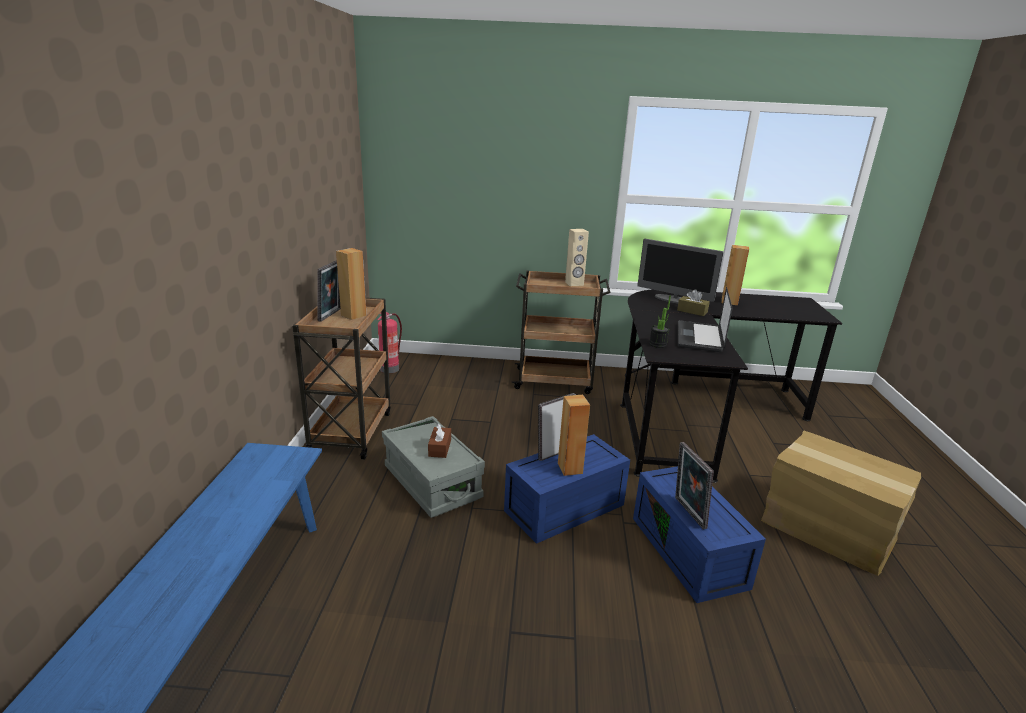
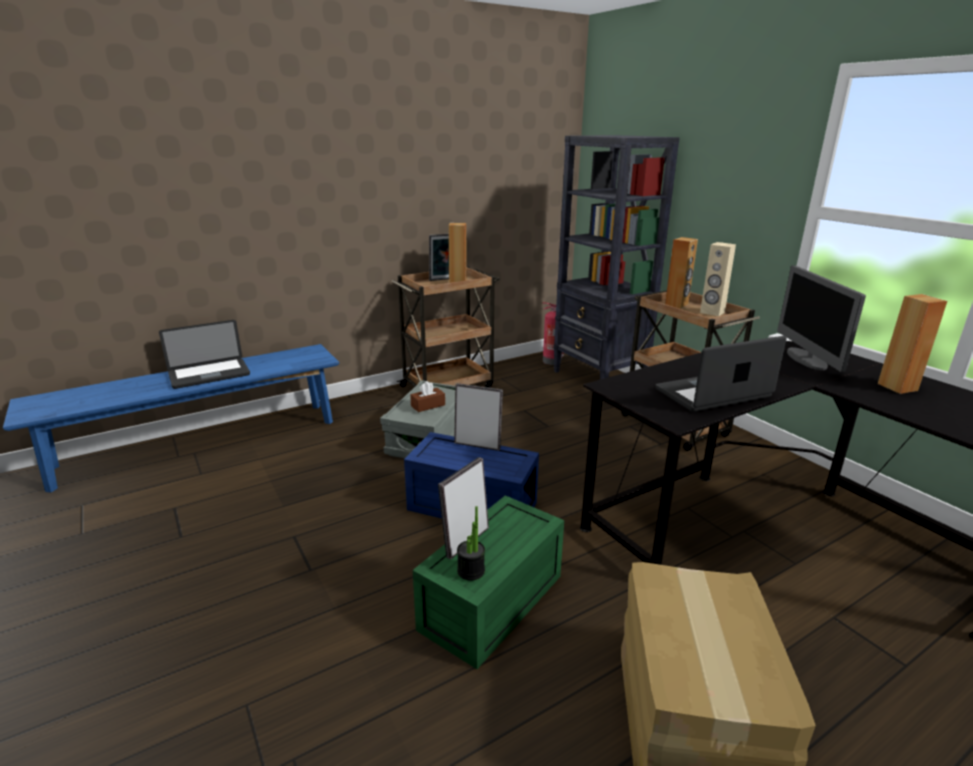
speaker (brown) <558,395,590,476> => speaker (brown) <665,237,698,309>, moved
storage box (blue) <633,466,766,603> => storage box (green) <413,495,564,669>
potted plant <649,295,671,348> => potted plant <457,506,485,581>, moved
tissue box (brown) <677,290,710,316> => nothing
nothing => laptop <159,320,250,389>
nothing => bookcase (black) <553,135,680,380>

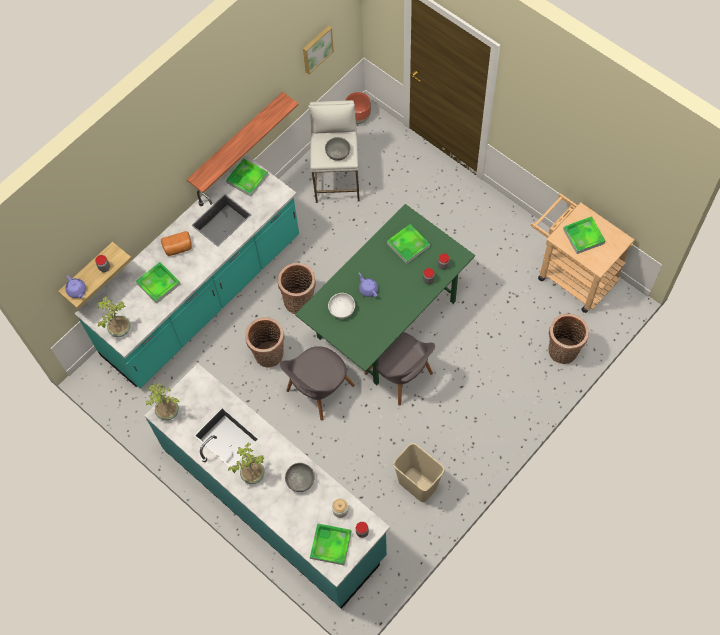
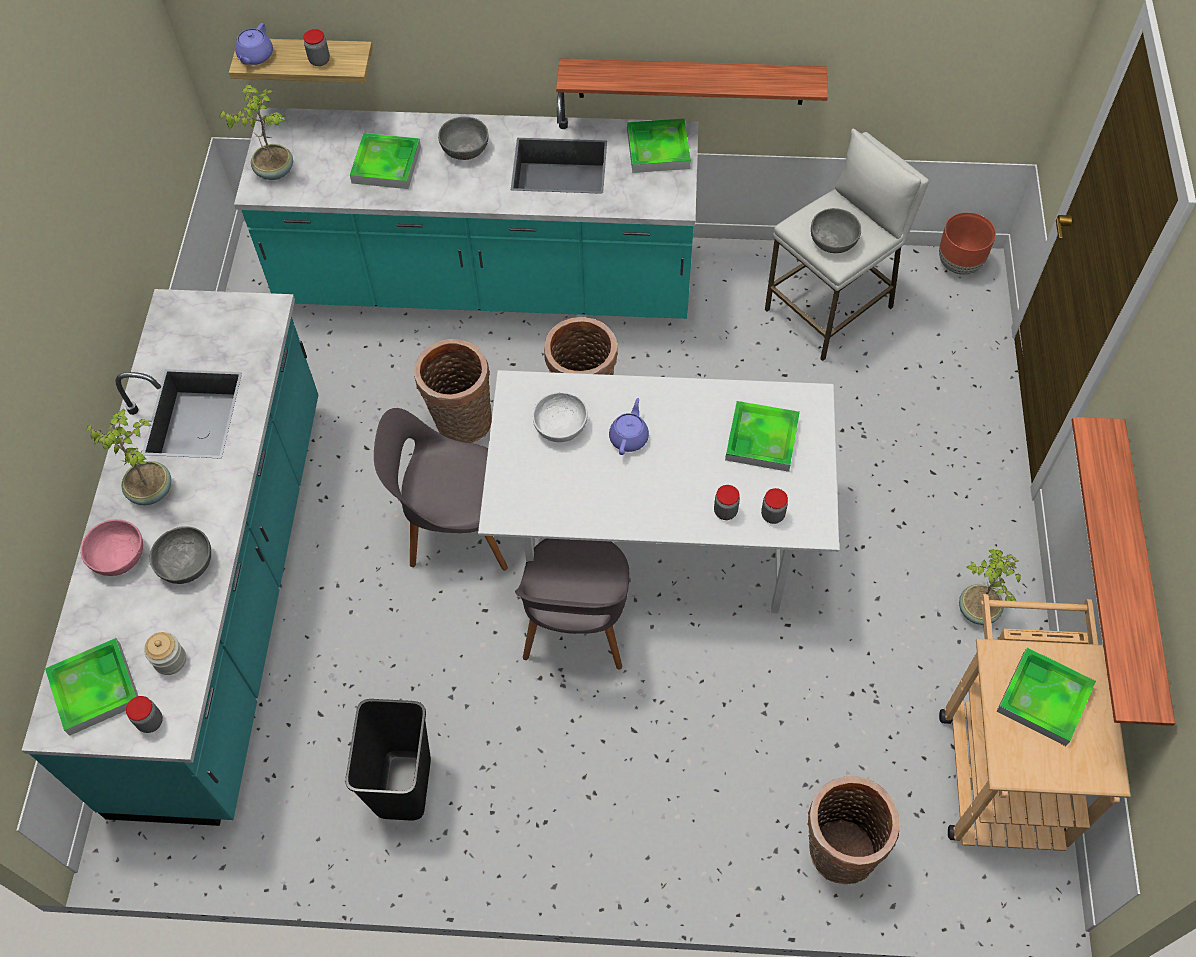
potted plant <145,383,179,421> => potted plant <959,550,1021,625>, moved
bread <161,231,192,256> => bowl (grey) <438,117,489,160>
dining table (green) <295,204,475,385> => dining table (white) <478,370,839,613>
picture <303,26,334,74> => nothing
trash can (beige) <393,443,445,502> => trash can (black) <345,699,431,821>
nothing => bowl (pink) <80,519,143,576>
nothing => shelf <1072,417,1175,726>

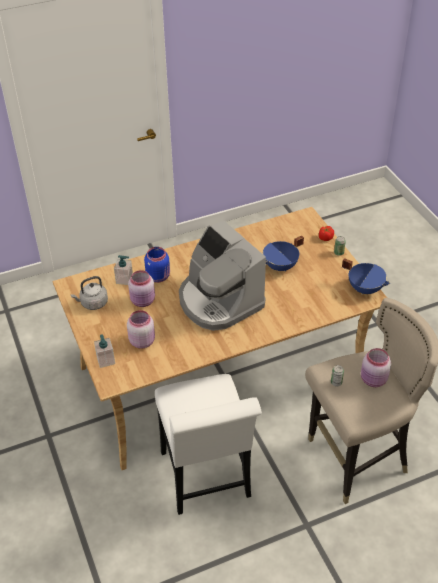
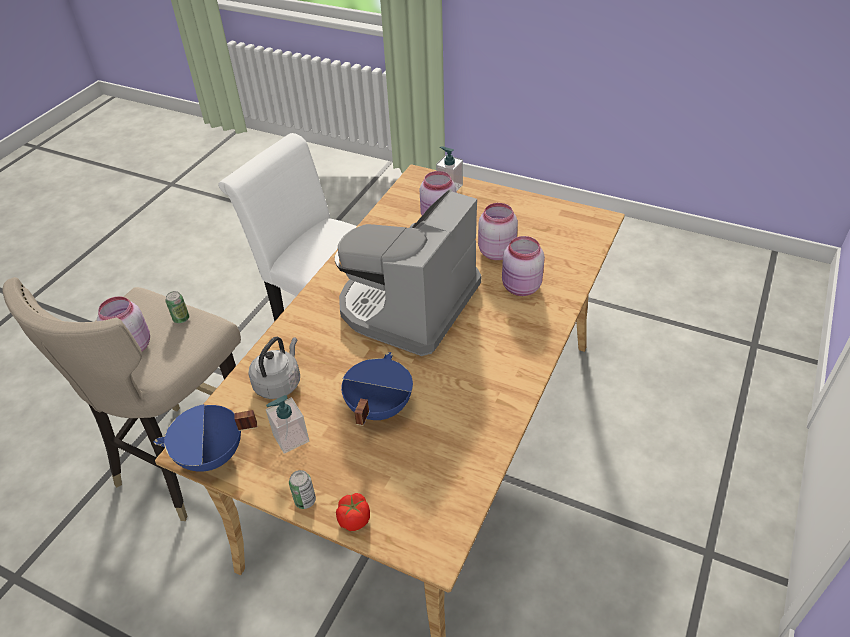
kettle (grey) <71,276,108,310> => kettle (grey) <248,337,300,399>, moved
soap dispenser <114,255,133,285> => soap dispenser <266,395,309,454>, moved
jar (blue) <144,247,170,283> => jar (pink) <502,236,545,296>
coffee machine <179,220,266,331> => coffee machine <335,189,481,356>, 75 degrees counterclockwise

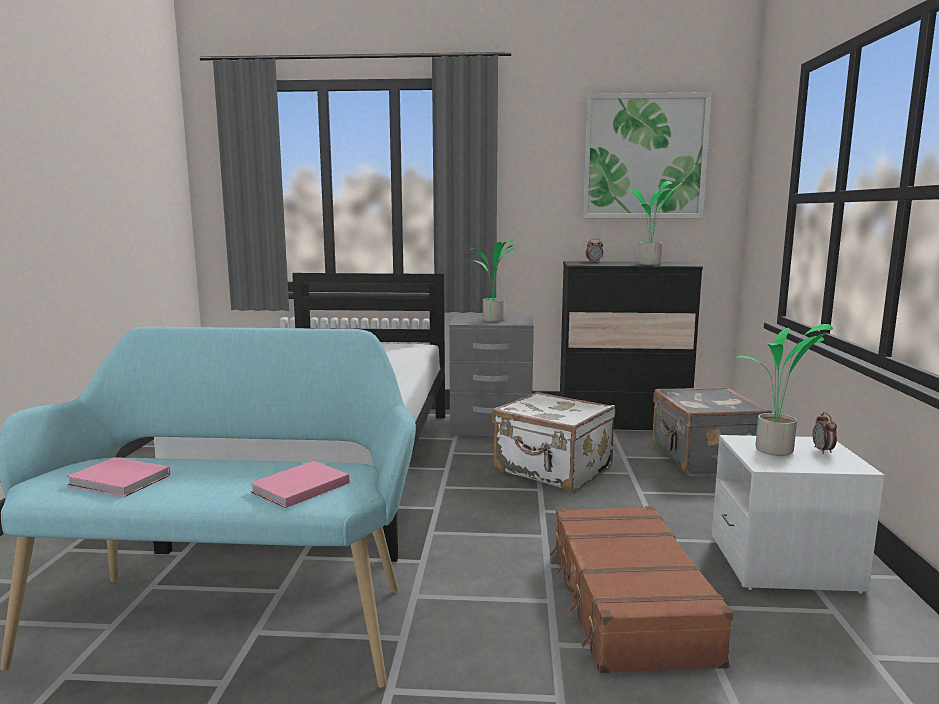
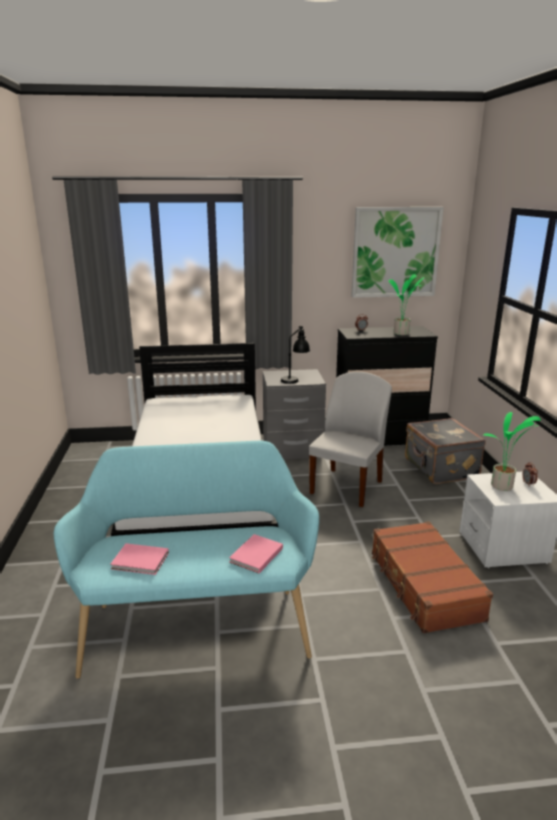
potted plant <470,239,515,322> => table lamp (black) <281,326,310,384>
suitcase (white) <492,391,615,492> => chair (white) <309,372,392,507>

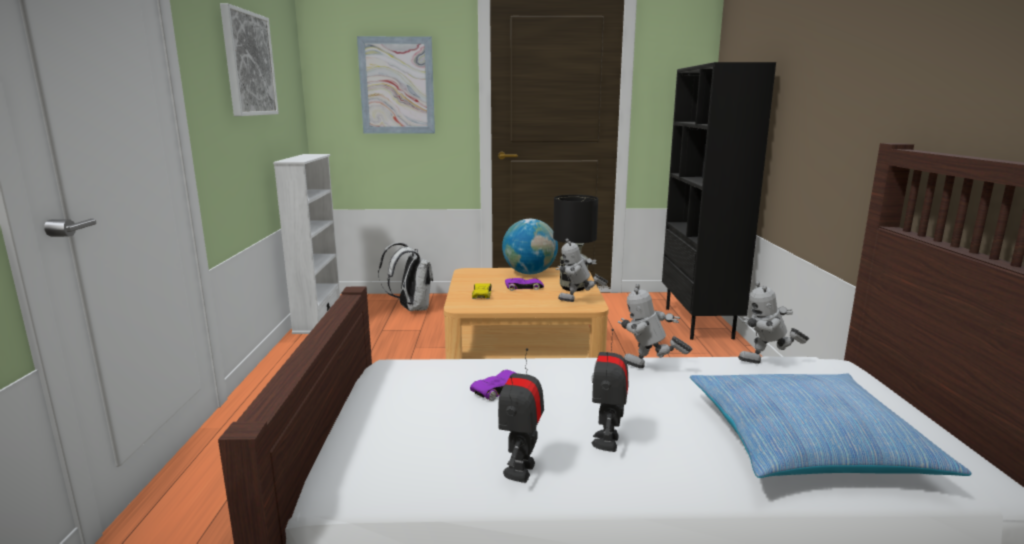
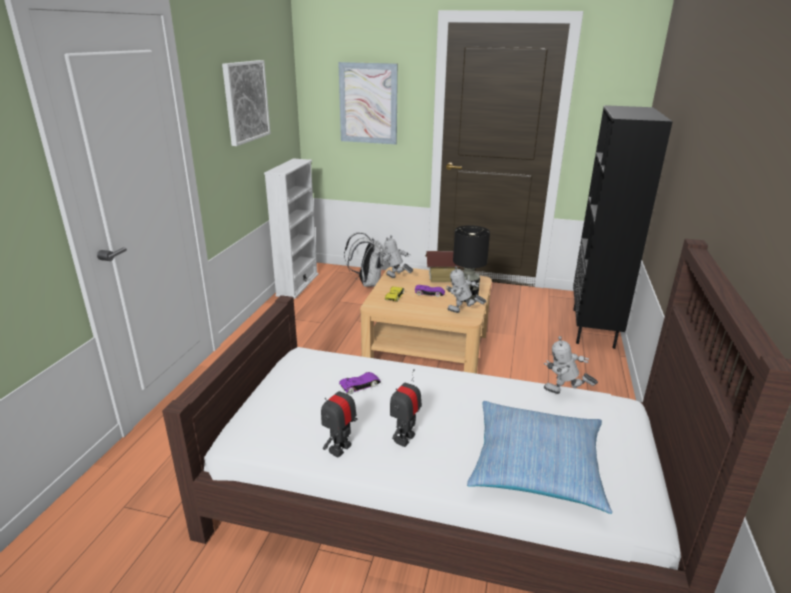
globe <502,219,558,274> => toy house <425,251,460,282>
toy robot <618,284,692,368> => toy robot <381,235,413,278>, moved

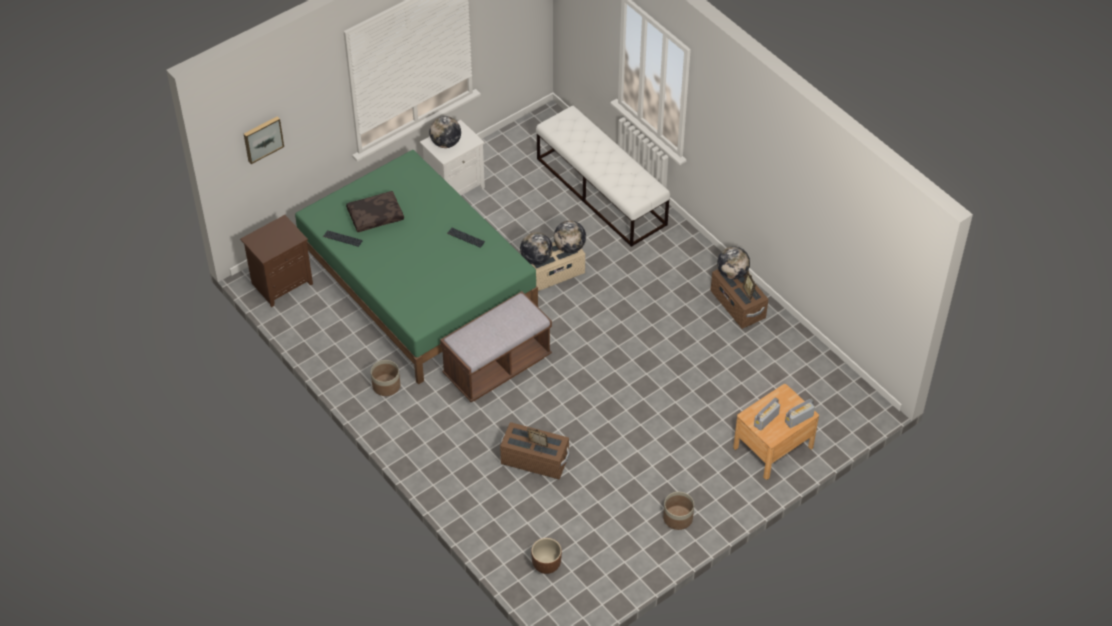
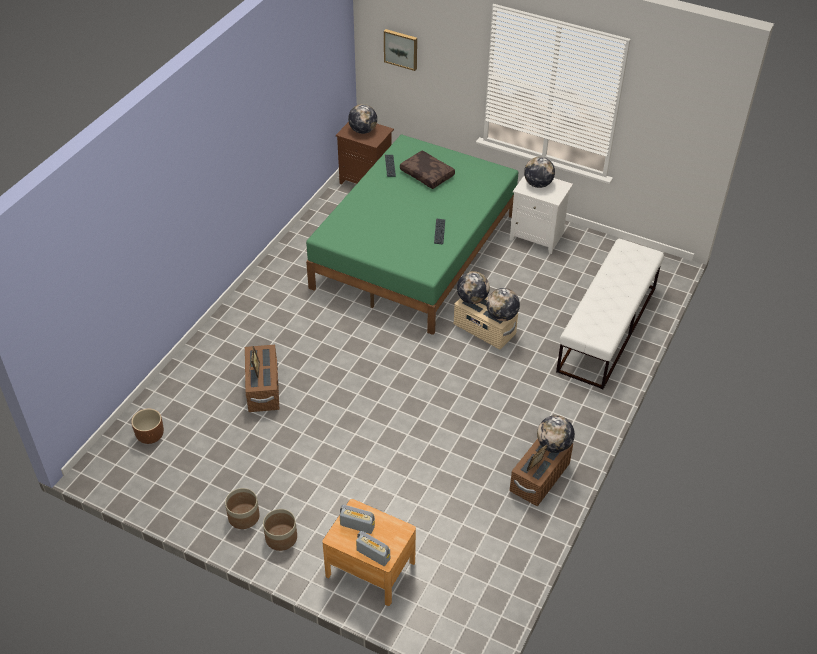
planter <371,360,400,396> => planter <263,509,297,551>, moved
bench (brown) <440,291,552,402> => nothing
nothing => globe <348,104,377,134>

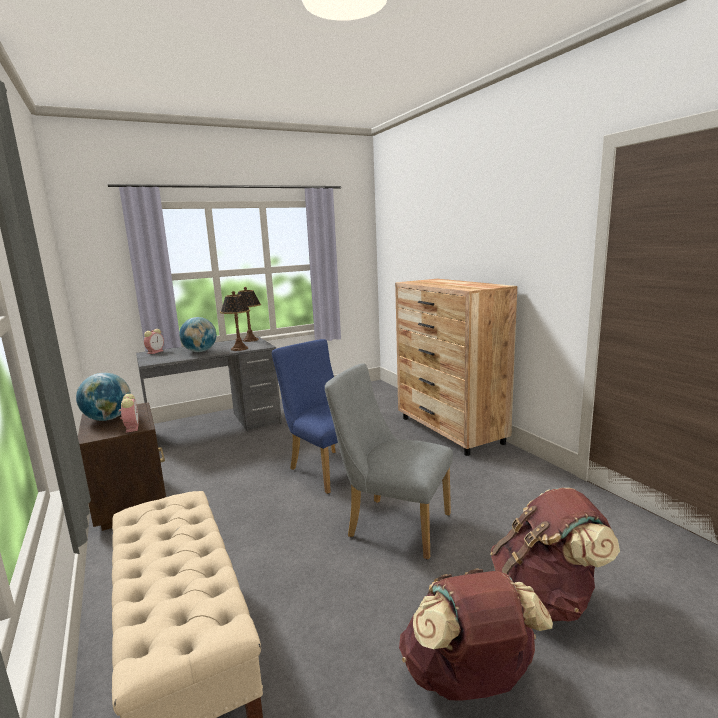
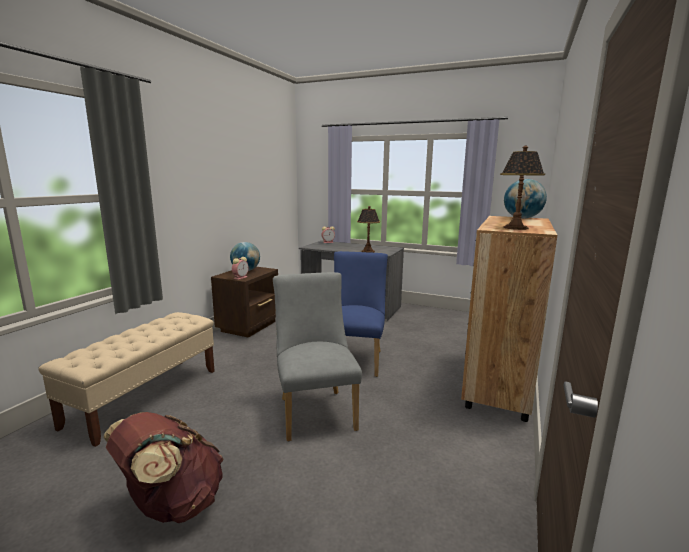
globe <179,317,216,352> => globe <504,179,547,219>, moved
table lamp <237,287,261,342> => table lamp <500,146,545,230>, moved
backpack (brown) <491,488,620,622> => nothing

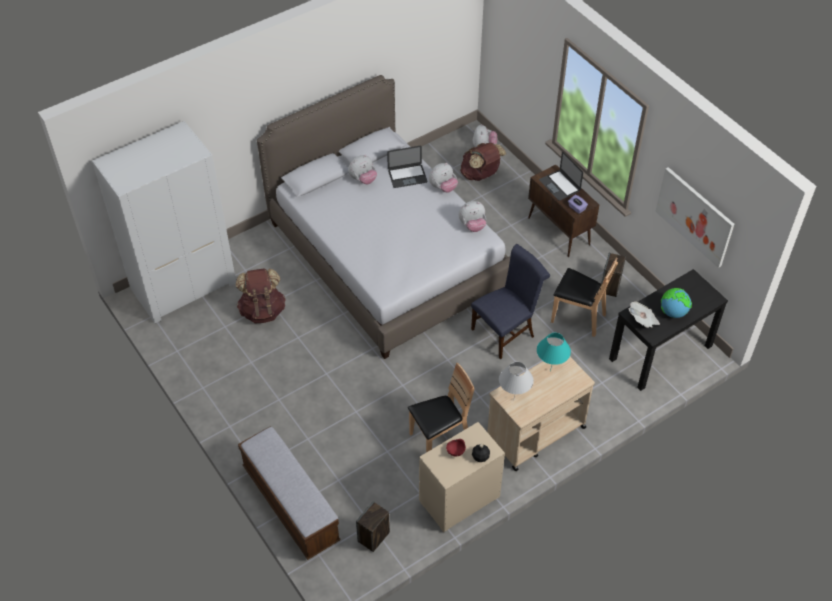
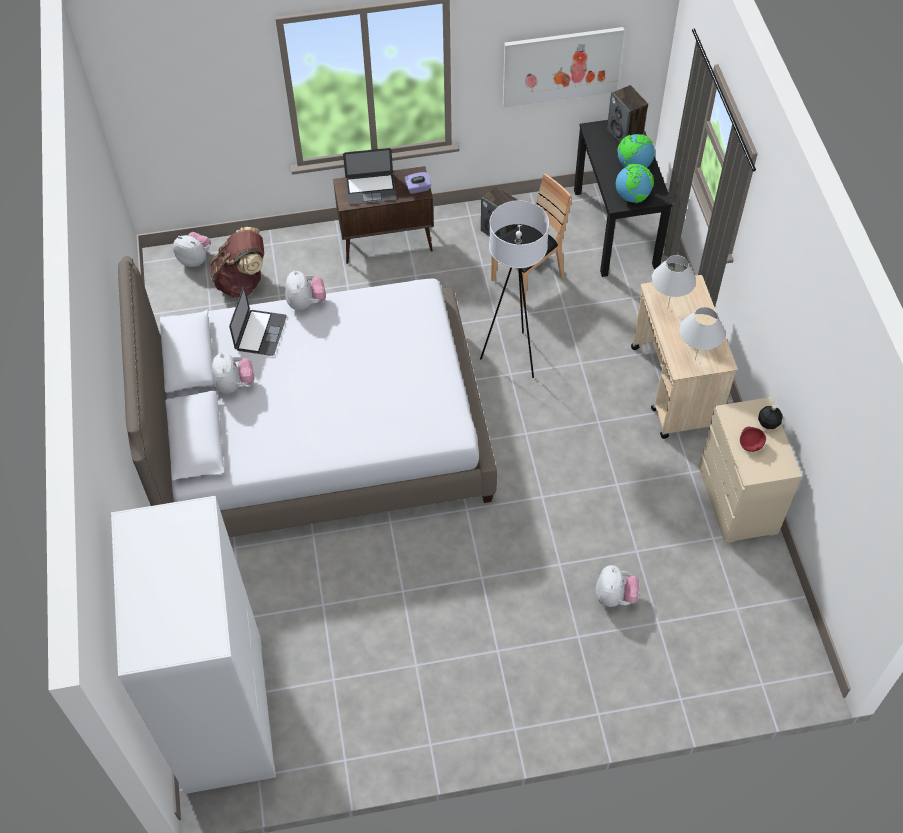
backpack (brown) <236,268,286,323> => nothing
bench <238,426,341,560> => nothing
speaker <356,501,390,552> => speaker <607,85,648,144>, moved
chair (brown) <408,363,474,452> => nothing
plush toy <459,201,486,232> => plush toy <596,565,639,607>, moved
chair (blue) <471,244,550,359> => floor lamp (white) <480,201,549,378>
table lamp (turquoise) <537,333,571,372> => table lamp (white) <651,255,696,307>
newspaper <628,301,660,328> => globe <616,164,654,203>

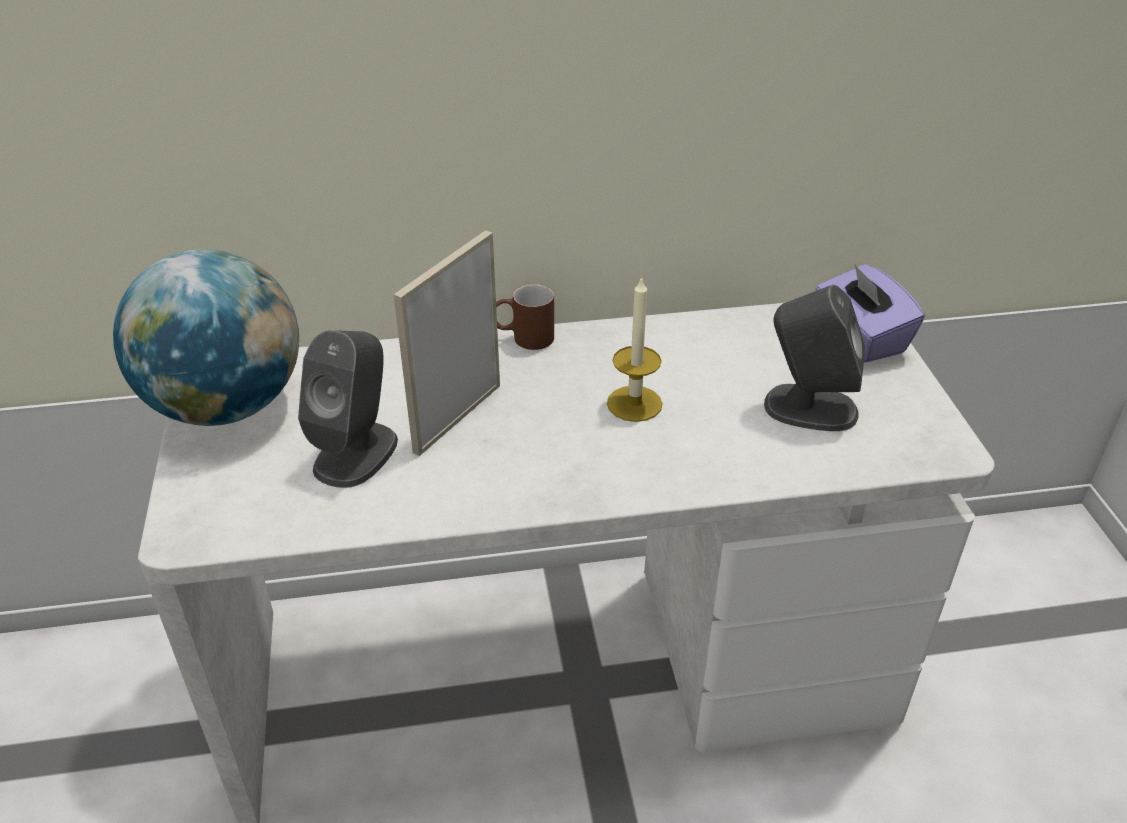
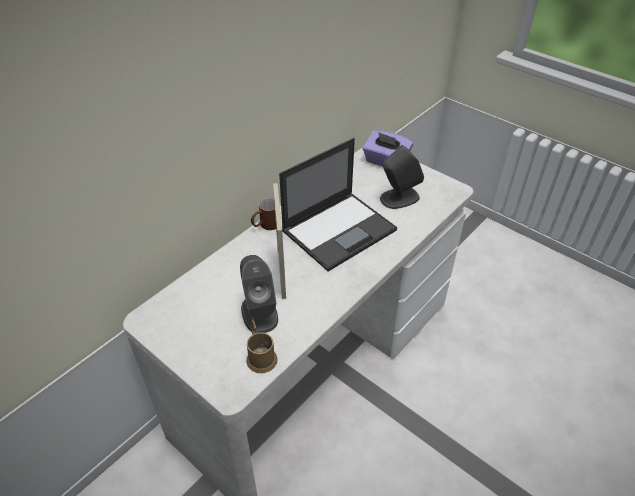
globe <113,249,299,426> => nothing
candle <607,276,663,422> => laptop <279,138,397,272>
nothing => mug (brown) <246,320,278,373>

